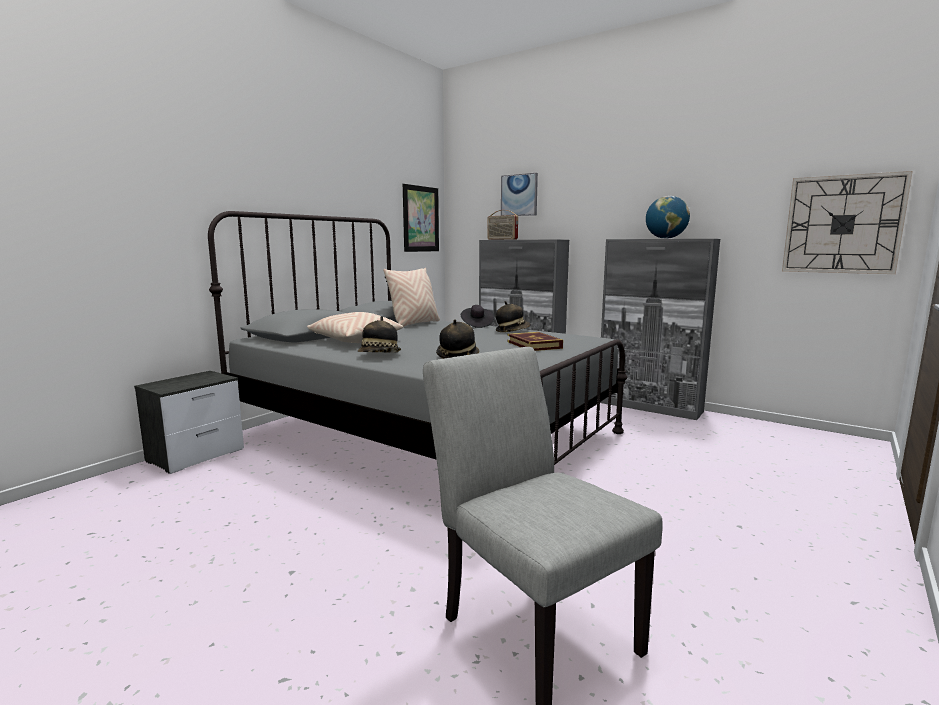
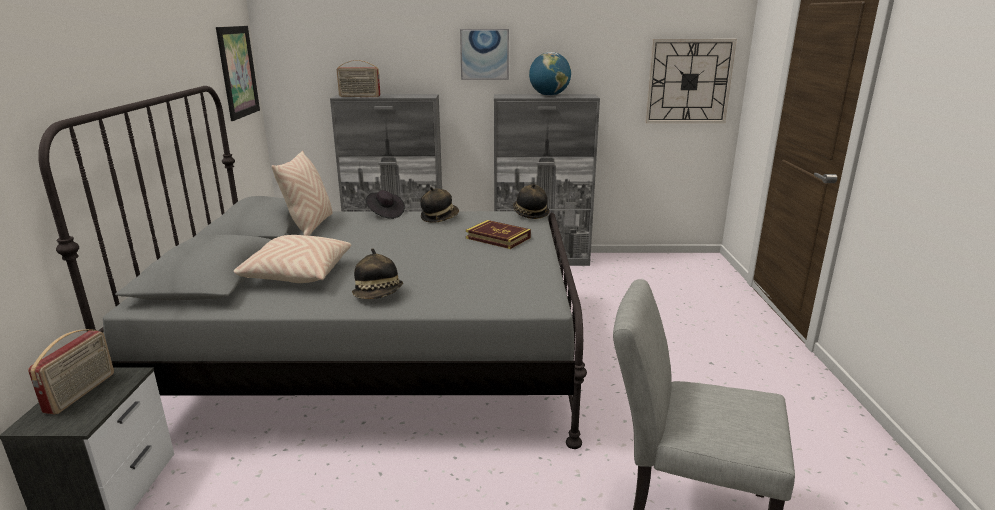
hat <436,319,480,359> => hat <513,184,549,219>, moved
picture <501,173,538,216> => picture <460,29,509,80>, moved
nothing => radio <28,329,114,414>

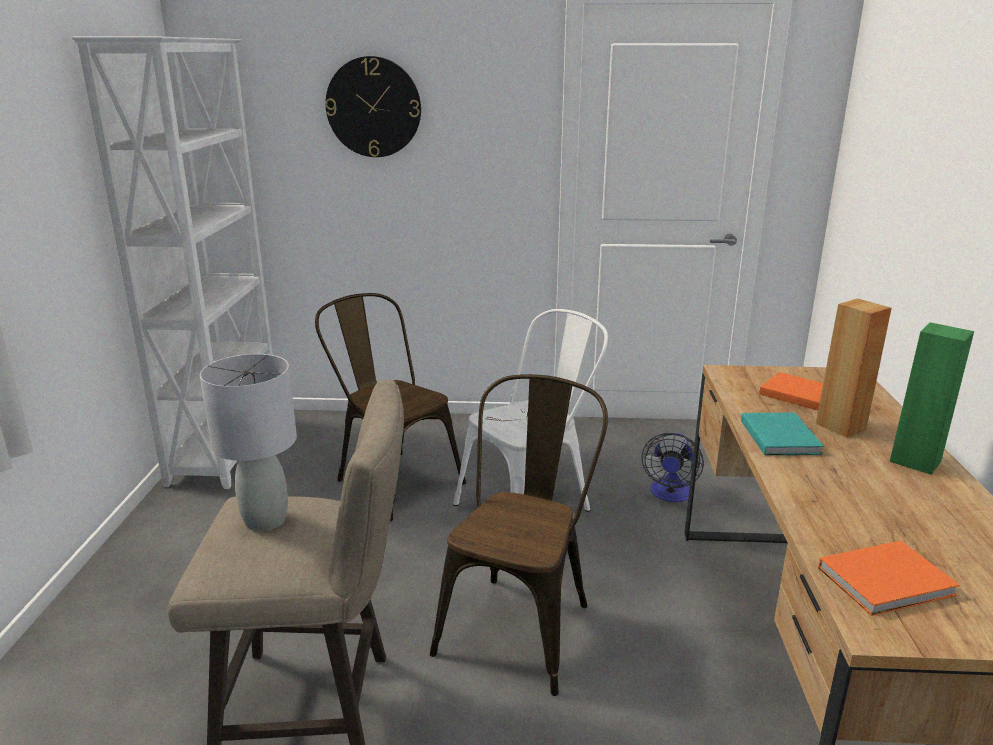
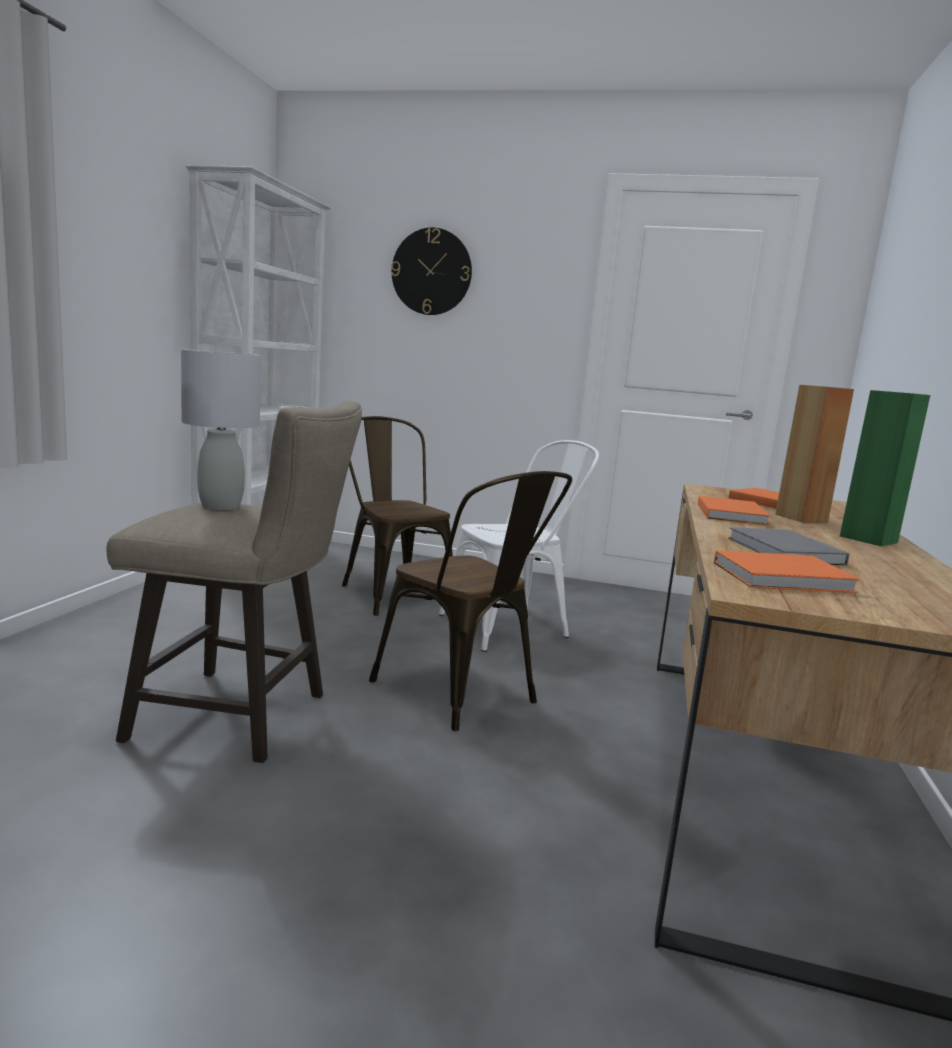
chair (brown) <430,374,608,696> => chair (brown) <369,471,572,731>, 105 degrees clockwise
fan <641,433,704,502> => nothing
book (turquoise) <741,413,824,455> => book (orange) <698,496,771,526>
nothing => book (grey) <728,527,850,565>

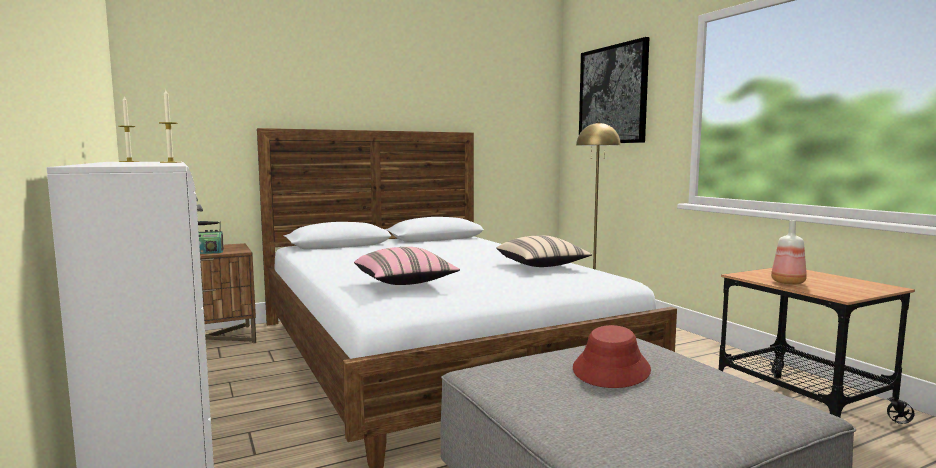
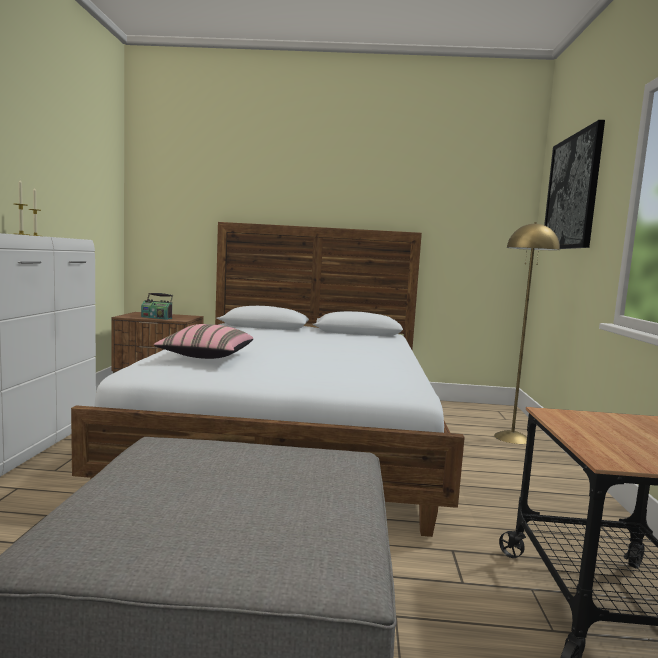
pillow (beige) <496,235,592,267> => nothing
hat (red) <573,325,651,388> => nothing
bottle <771,220,807,285> => nothing

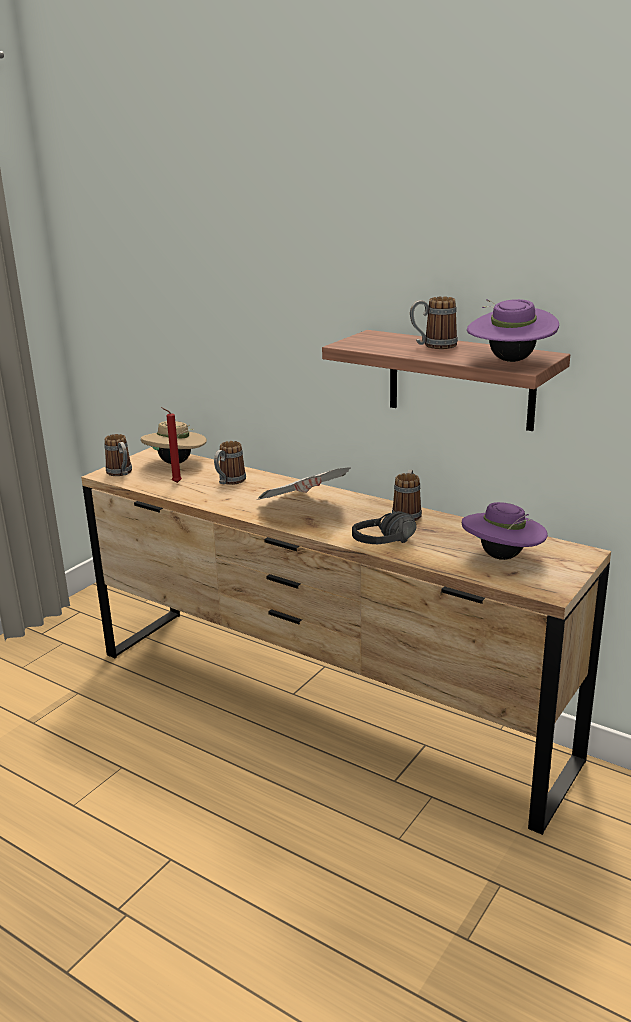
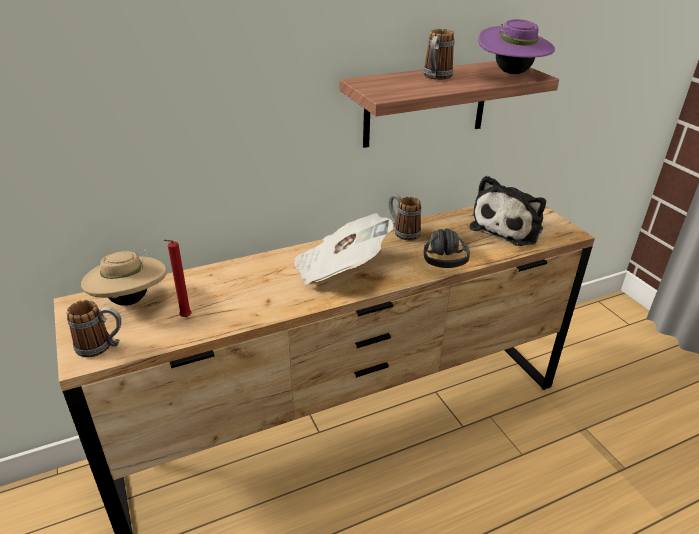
mug <214,441,246,485> => nothing
hat (purple) <462,502,548,560> => plush toy <469,176,546,246>

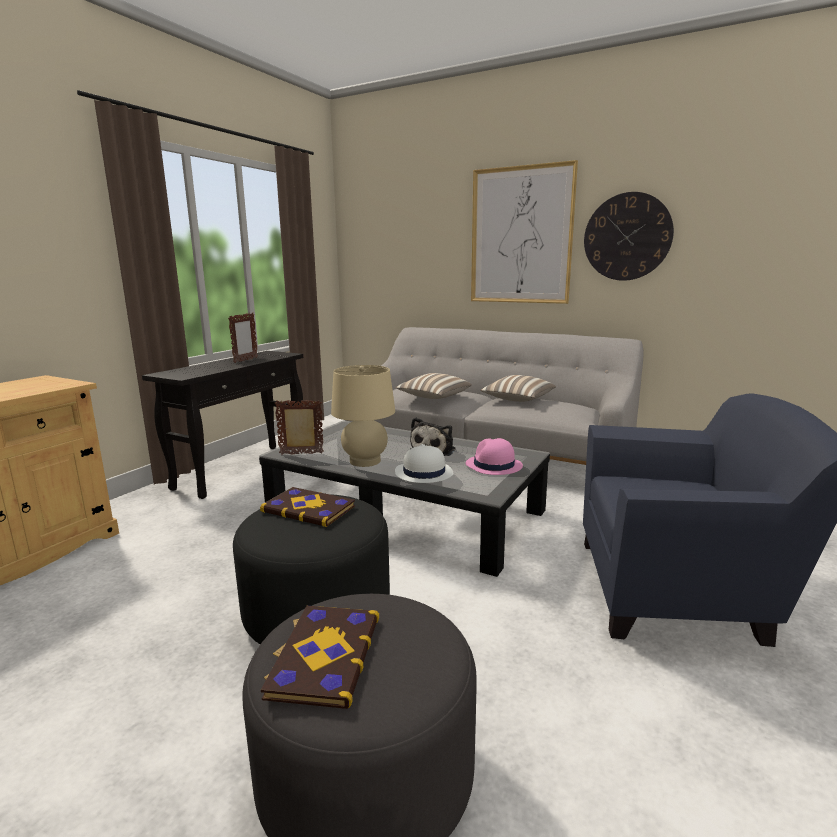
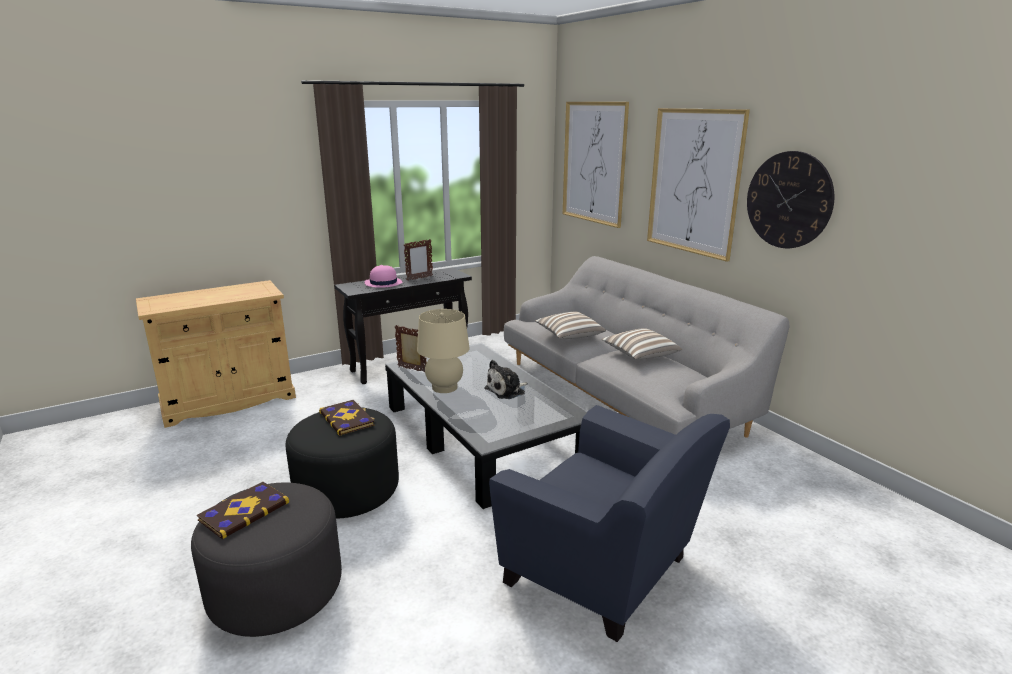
hat (white) <395,444,454,483> => nothing
hat (pink) <466,438,523,475> => hat (pink) <365,265,402,288>, moved
nothing => picture <563,102,629,228>

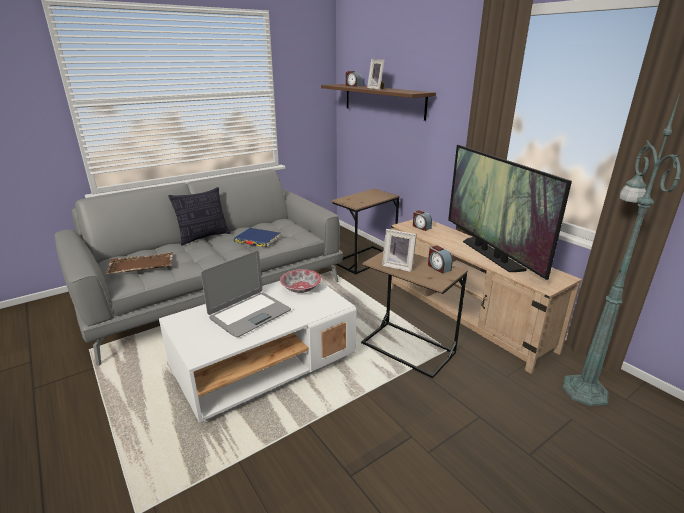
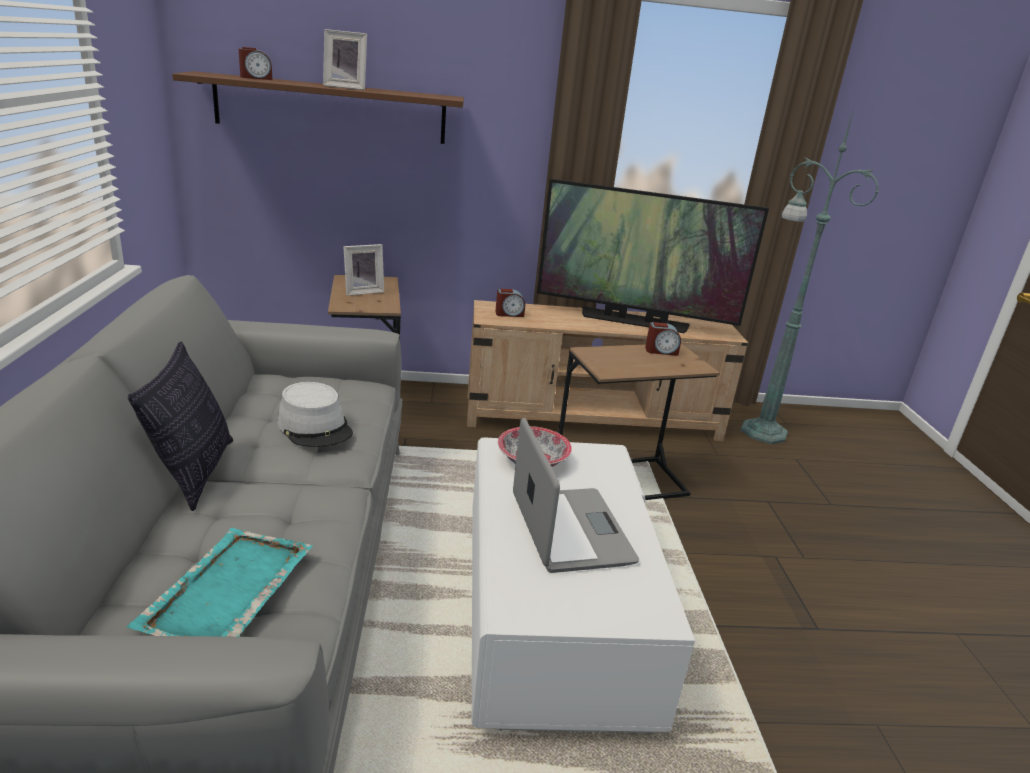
tray (brown) <105,252,173,274> => tray (turquoise) <127,528,313,637>
book (blue) <233,228,281,247> => hat (grey) <277,382,353,447>
picture frame <382,229,417,272> => picture frame <343,244,384,296>, moved

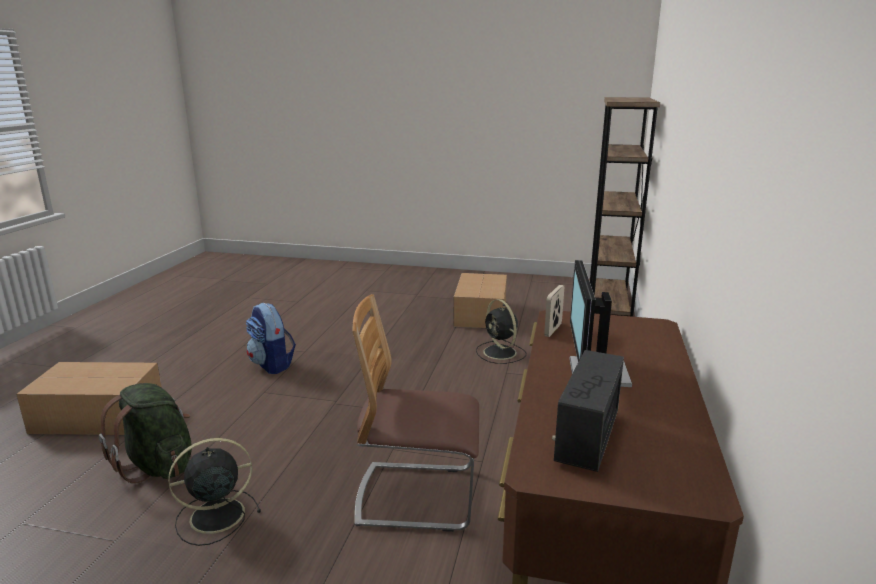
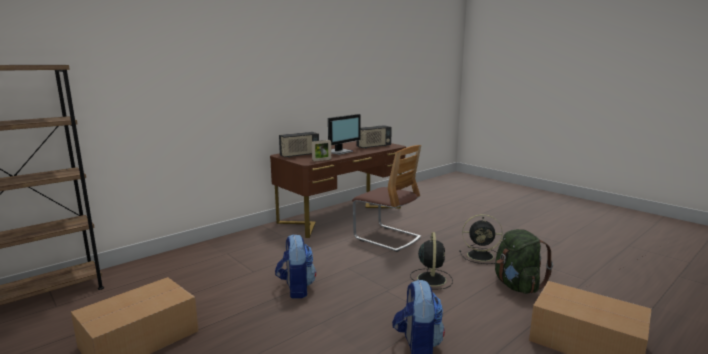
fan (black) <476,299,526,364> => fan (black) <410,232,453,289>, moved
nothing => backpack <275,234,316,299>
nothing => radio <279,132,319,158>

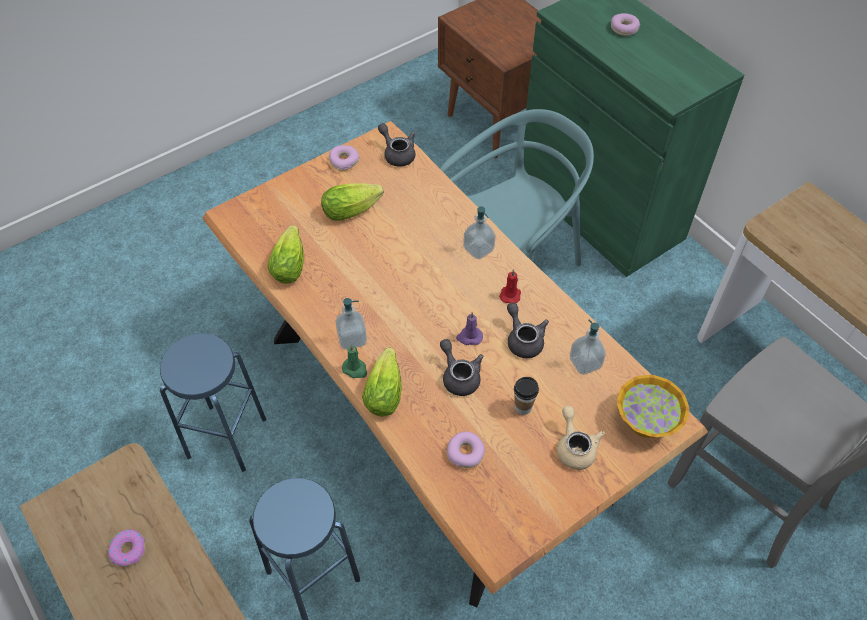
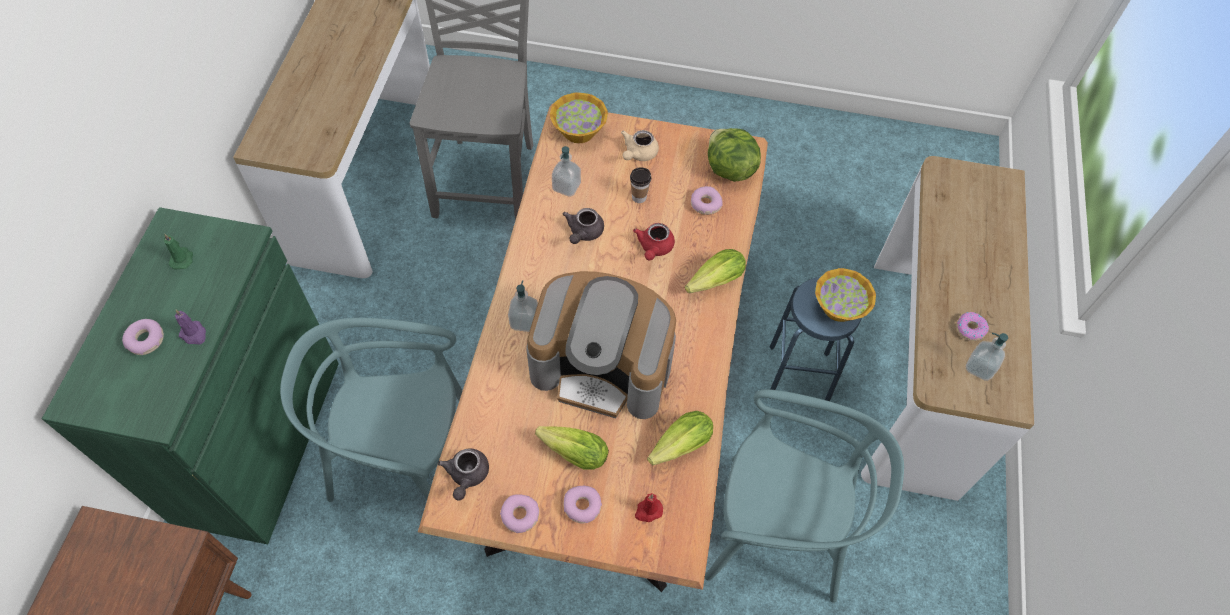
stool (blue) <160,334,266,472> => chair (turquoise) <705,389,904,603>
soap dispenser <335,298,367,350> => soap dispenser <966,333,1008,381>, moved
candle (green) <342,344,367,378> => candle (green) <164,233,193,270>, moved
teapot (grey) <440,339,483,396> => teapot (red) <633,223,675,260>
candle (purple) <456,312,483,345> => candle (purple) <175,309,206,344>, moved
candle (red) <499,269,521,303> => candle (red) <635,493,663,522>, moved
nothing => coffee machine <526,271,676,419>
nothing => donut <564,485,602,524>
nothing => lettuce <708,128,761,182>
nothing => bowl <815,268,876,322>

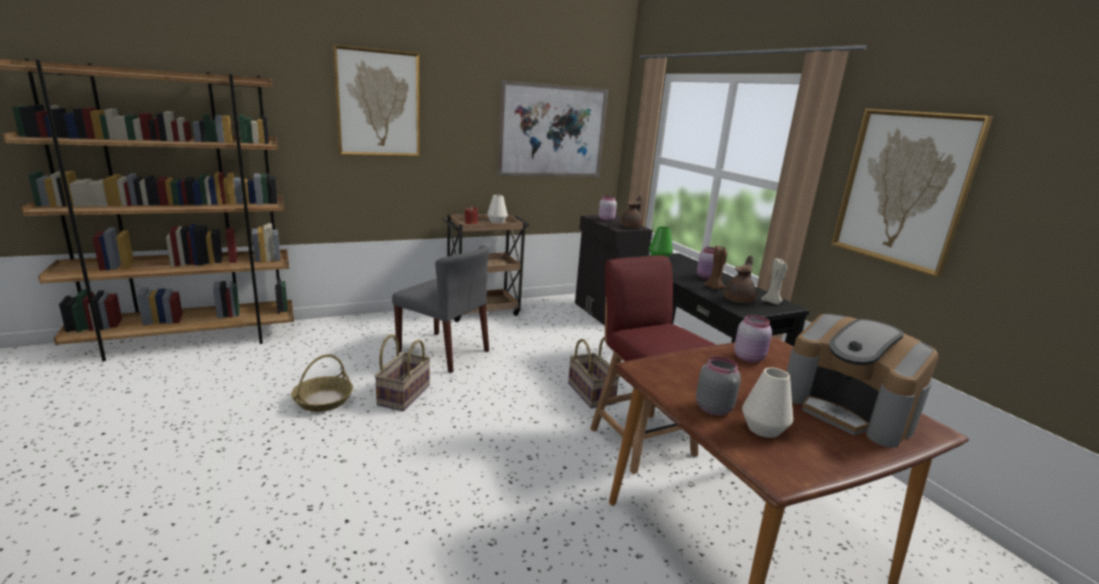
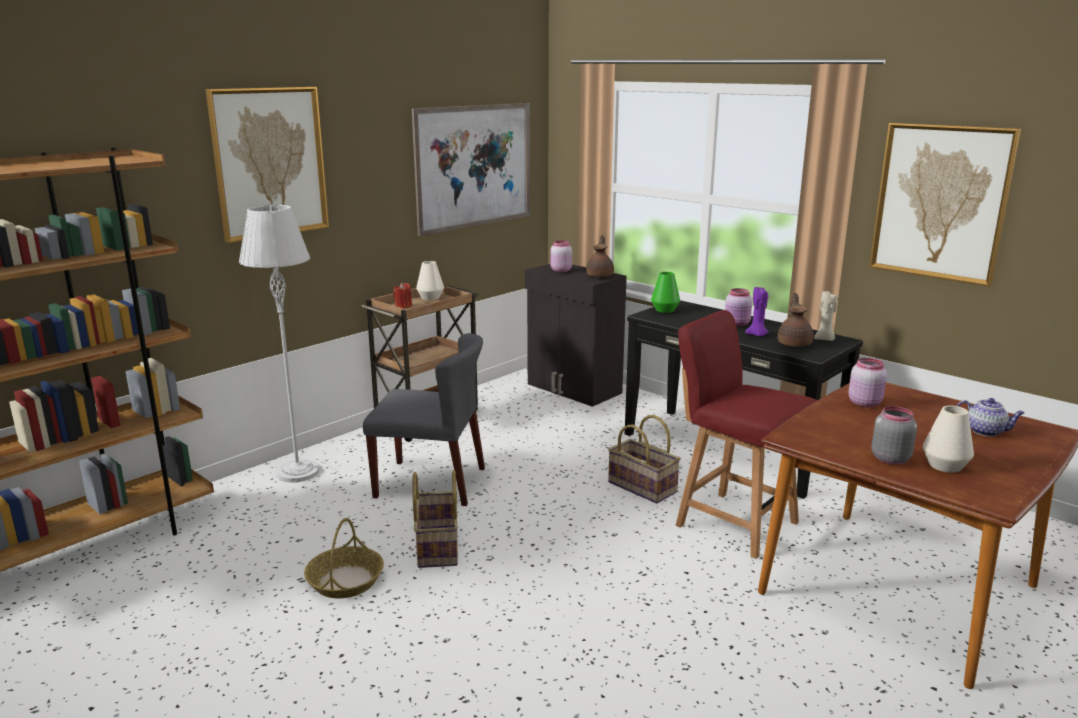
candle (brown) <704,246,727,290> => candle (purple) <745,287,769,337>
coffee machine <786,314,938,447> => teapot <956,398,1025,437>
nothing => floor lamp (grey) <239,205,319,483>

